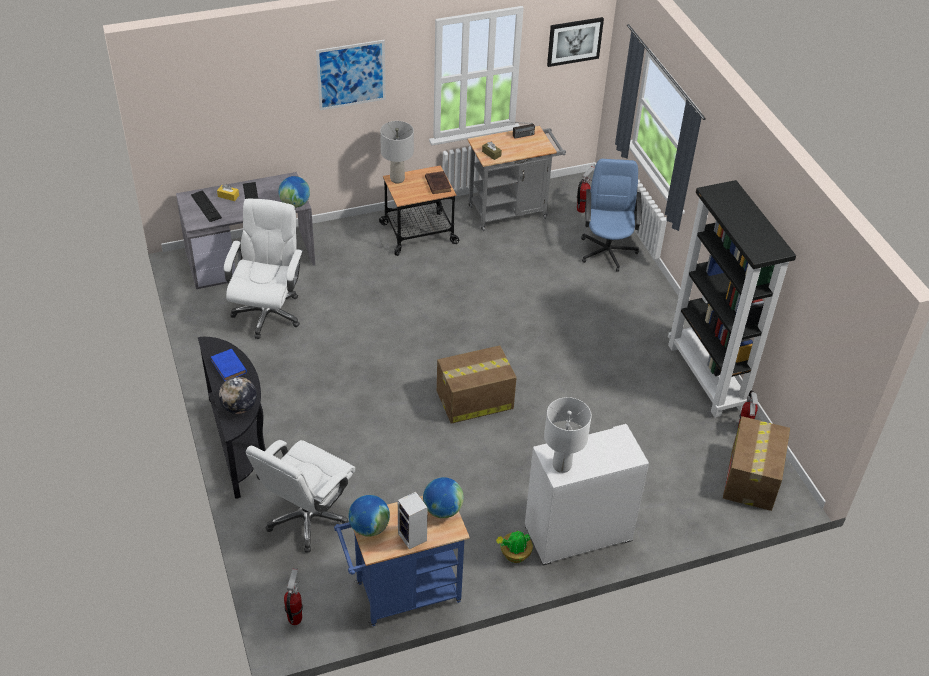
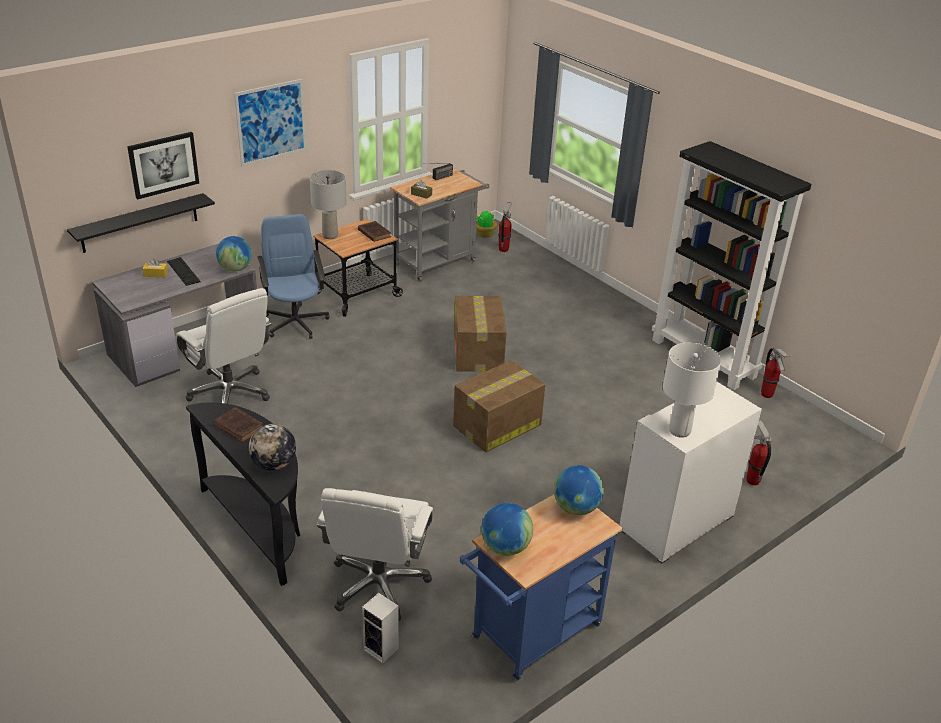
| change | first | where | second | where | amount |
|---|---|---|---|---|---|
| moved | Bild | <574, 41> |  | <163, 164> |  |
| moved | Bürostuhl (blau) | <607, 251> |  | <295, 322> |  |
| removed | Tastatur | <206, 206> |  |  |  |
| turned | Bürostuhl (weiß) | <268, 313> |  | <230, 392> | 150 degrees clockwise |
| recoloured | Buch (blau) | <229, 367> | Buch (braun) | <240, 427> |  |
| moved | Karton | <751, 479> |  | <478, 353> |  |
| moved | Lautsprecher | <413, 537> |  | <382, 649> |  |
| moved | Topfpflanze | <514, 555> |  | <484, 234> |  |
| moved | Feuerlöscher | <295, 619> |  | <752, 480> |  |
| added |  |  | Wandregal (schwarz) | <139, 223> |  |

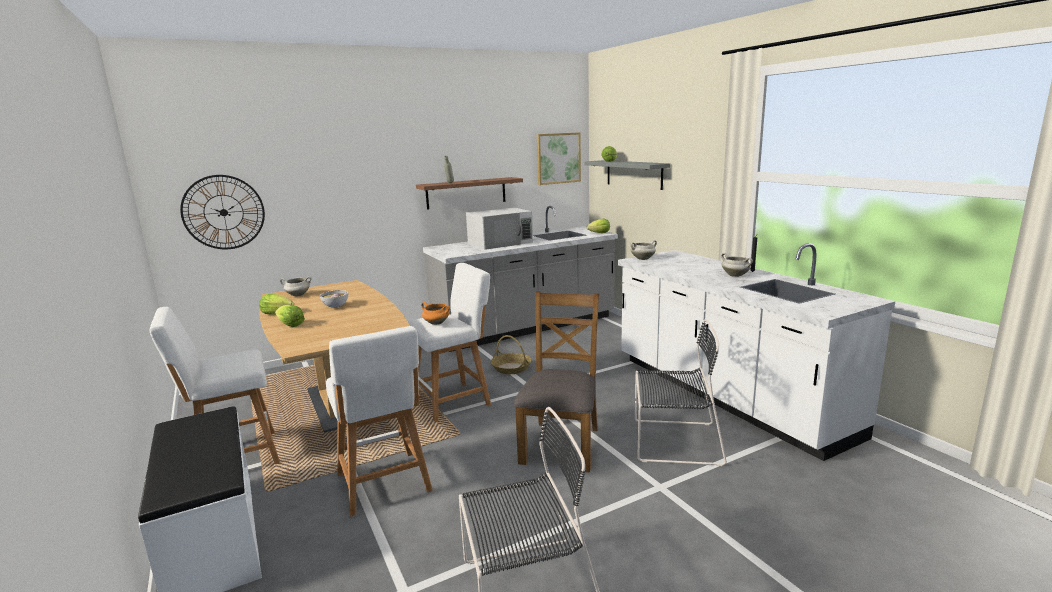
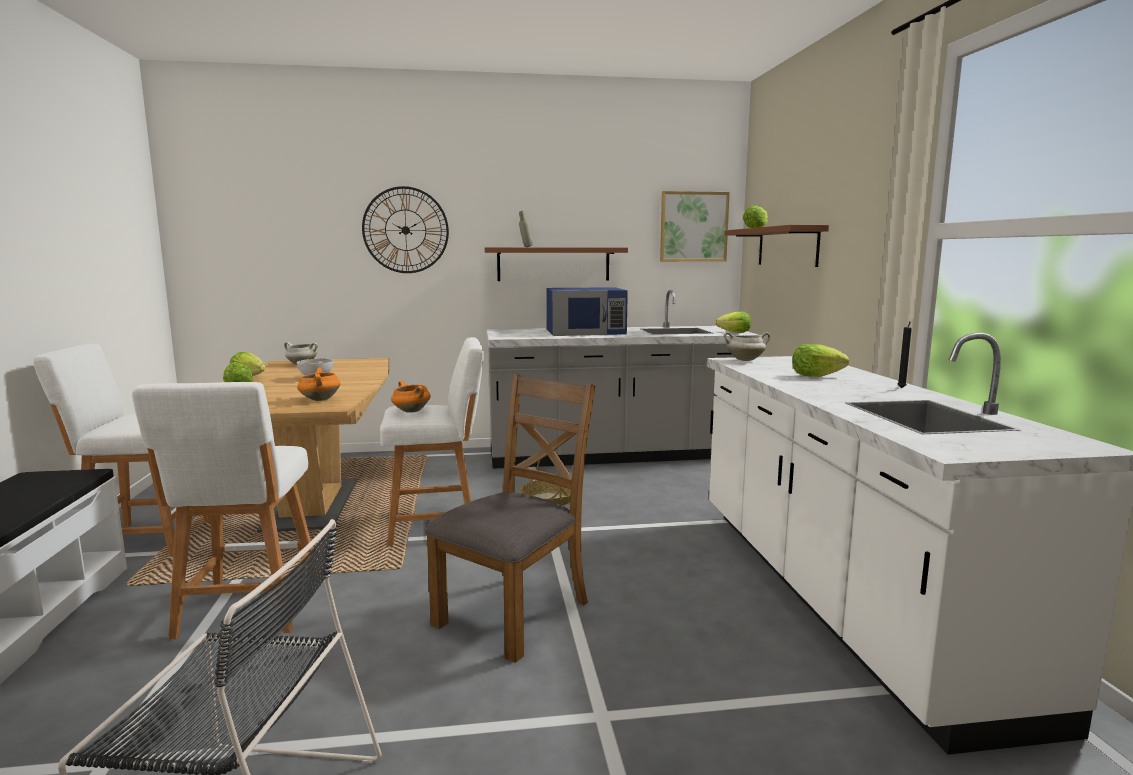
| change | first | where | second | where | amount |
|---|---|---|---|---|---|
| recoloured | Wandregal (grau) | <634, 174> | Wandregal (braun) | <787, 246> |  |
| moved | Wanduhr | <223, 212> |  | <405, 230> |  |
| recoloured | Mikrowelle (weiß) | <500, 242> | Mikrowelle (blau) | <586, 331> |  |
| removed | Kochtopf (weiß) | <736, 275> |  |  |  |
| removed | Stuhl (schwarz) | <673, 441> |  |  |  |
| added |  |  | Salatkopf | <815, 376> |  |
| added |  |  | Kochtopf (orange) | <319, 400> |  |

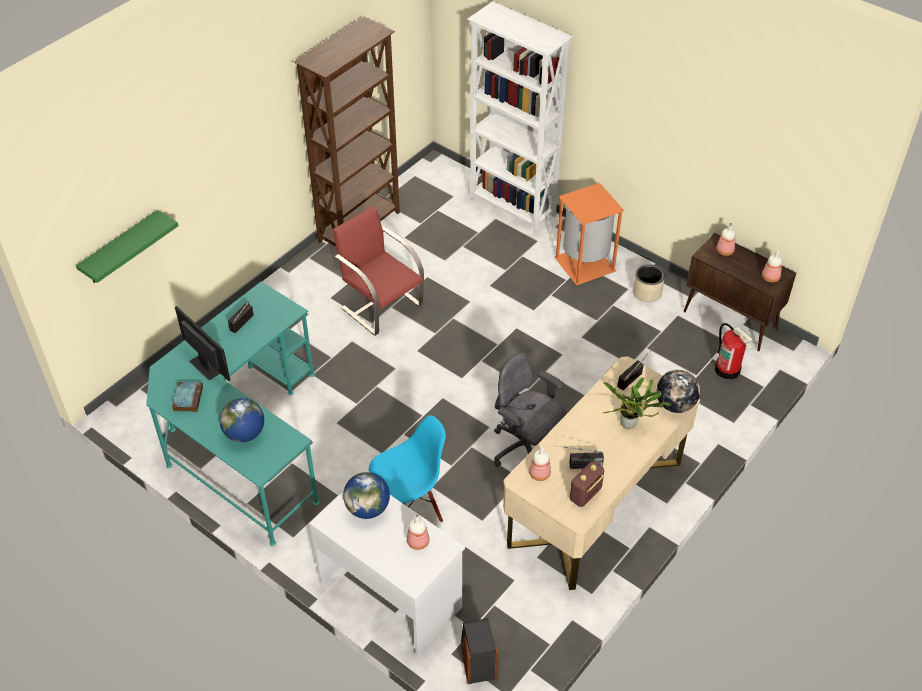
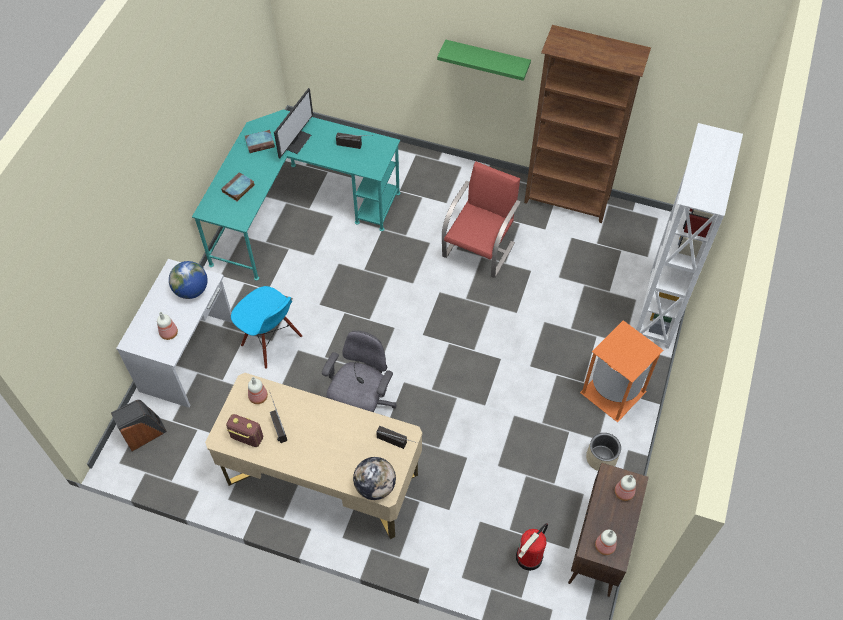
| change | first | where | second | where | amount |
|---|---|---|---|---|---|
| moved | Wandregal (grün) | <121, 248> |  | <487, 59> |  |
| removed | Topfpflanze | <630, 425> |  |  |  |
| replaced | Globus | <245, 433> | Buch | <238, 189> |  |

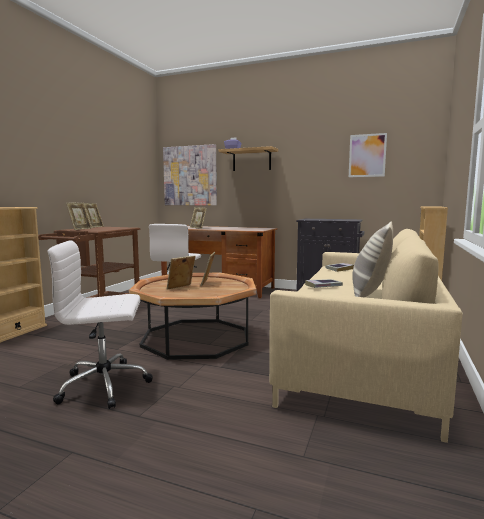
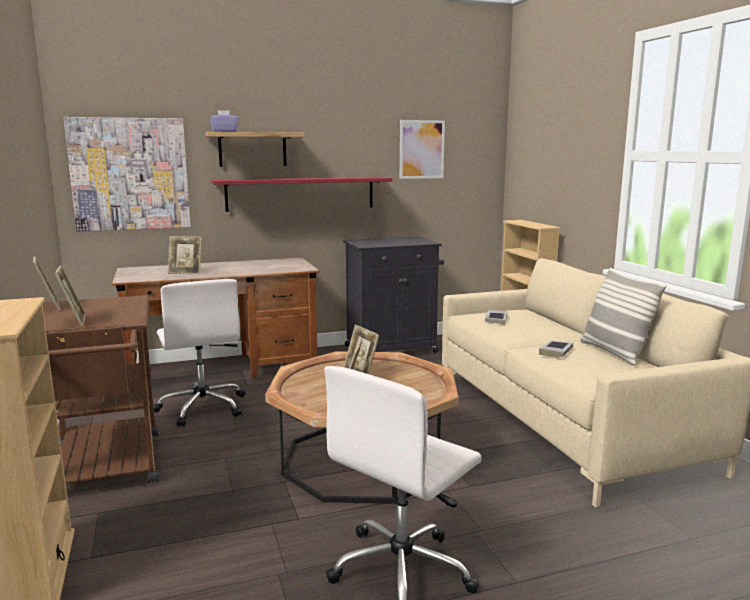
| change | first | where | second | where | amount |
|---|---|---|---|---|---|
| added |  |  | Wandregal (rot) | <301, 193> |  |

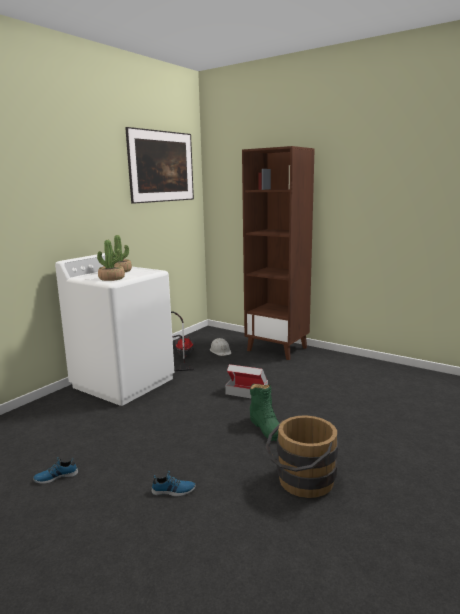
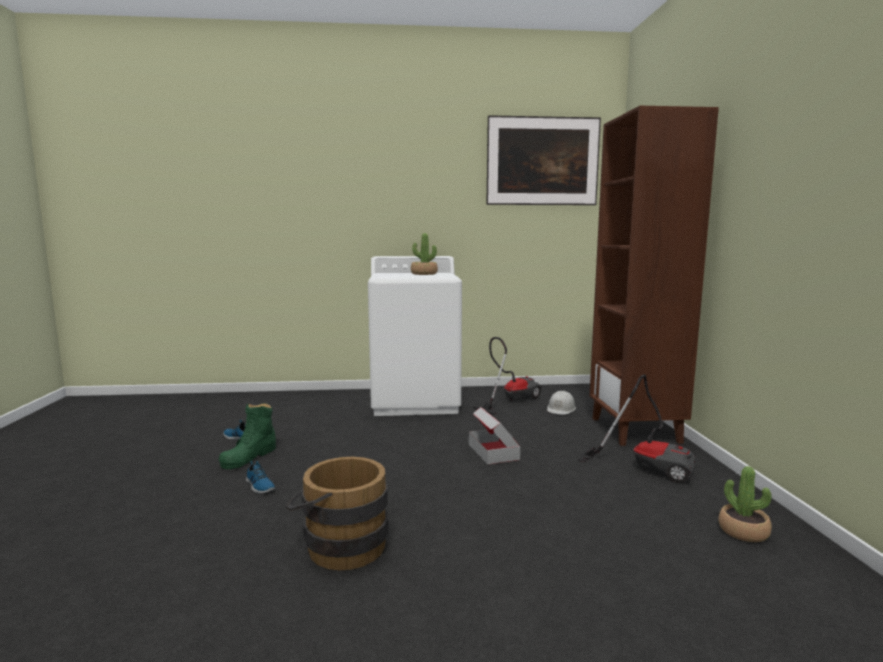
| change | first | where | second | where | amount |
|---|---|---|---|---|---|
| moved | Topfpflanze | <112, 278> |  | <743, 531> |  |
| moved | Stiefel (grün) | <267, 428> |  | <249, 457> |  |
| added |  |  | Staubsauger | <647, 467> |  |

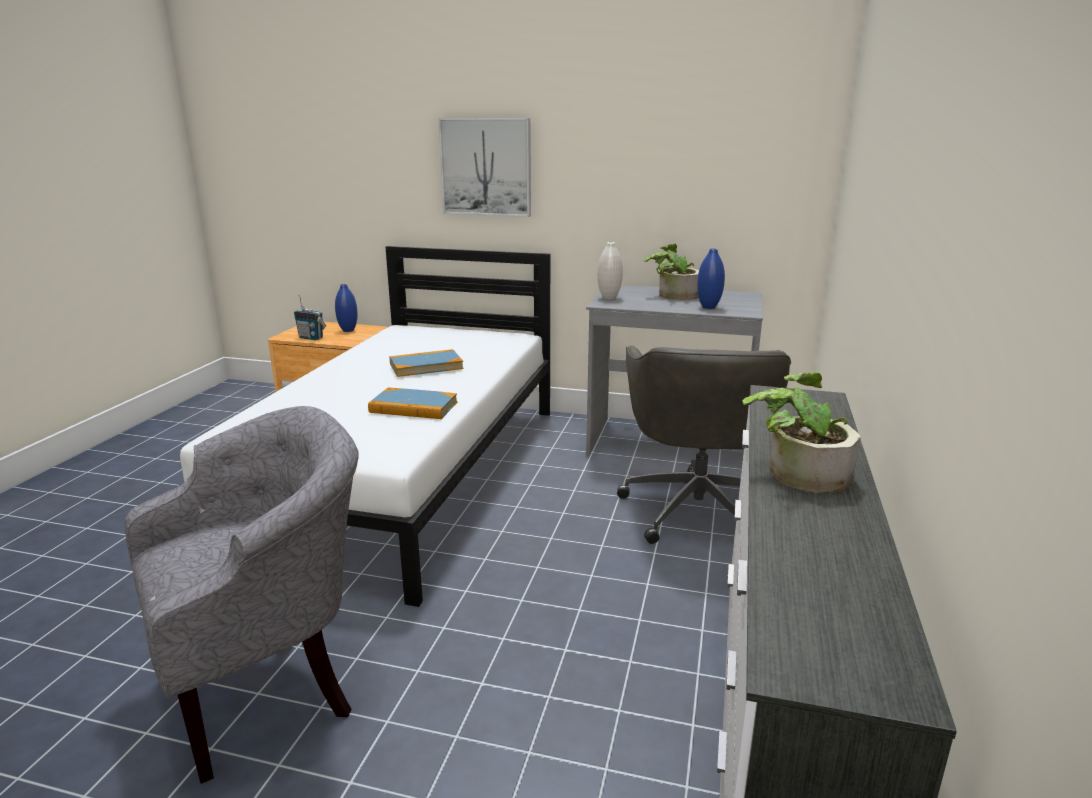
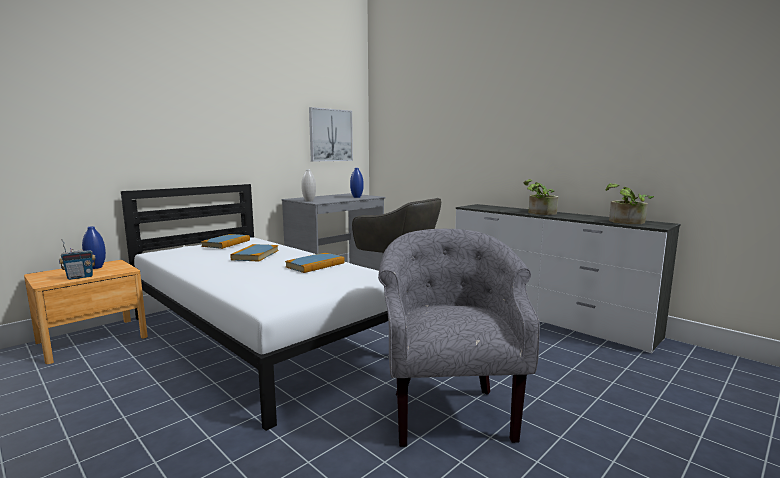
| change | first | where | second | where | amount |
|---|---|---|---|---|---|
| moved | Bild | <486, 167> |  | <330, 135> |  |
| moved | Topfpflanze | <672, 295> |  | <625, 222> |  |
| added |  |  | Buch | <226, 243> |  |

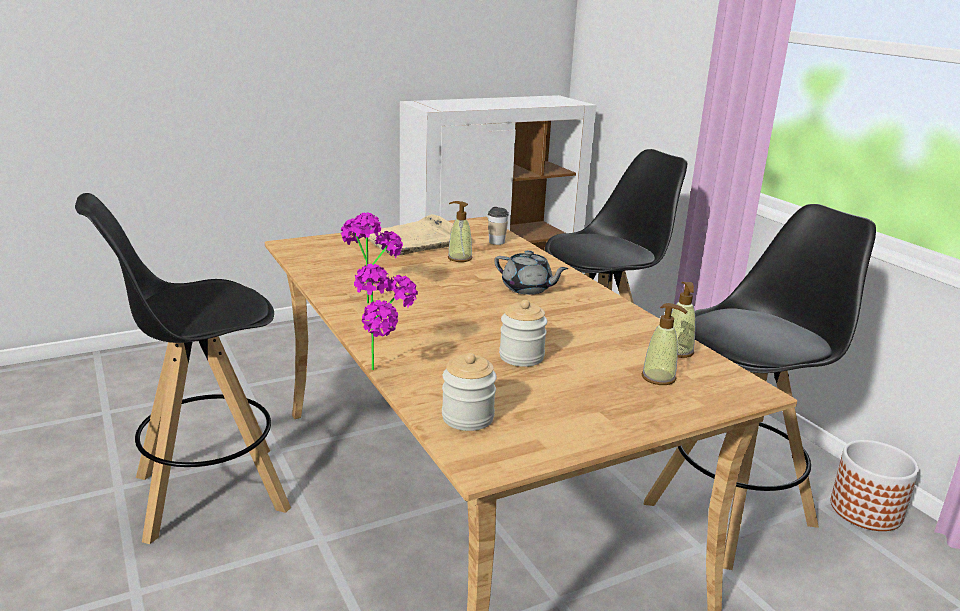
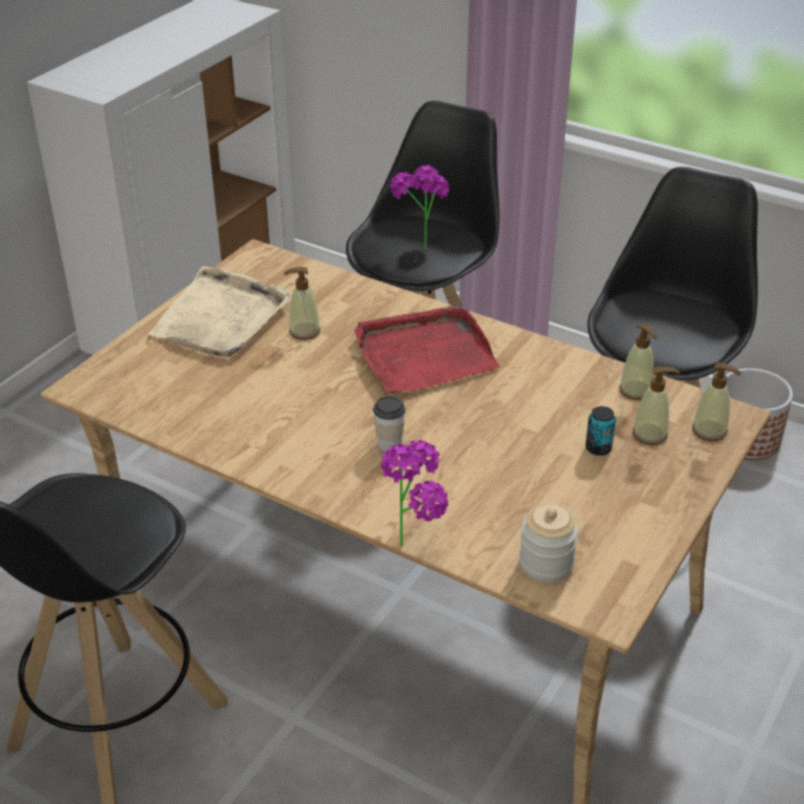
| change | first | where | second | where | amount |
|---|---|---|---|---|---|
| moved | Tasse | <496, 242> |  | <389, 444> |  |
| moved | Topfpflanze | <369, 298> |  | <419, 243> |  |
| replaced | Teekanne (grau) | <527, 289> | Tablett (rot) | <424, 355> |  |
| removed | Vorratsglas | <521, 357> |  |  |  |
| added |  |  | Seifenspender | <709, 431> |  |
| added |  |  | Dose | <598, 448> |  |

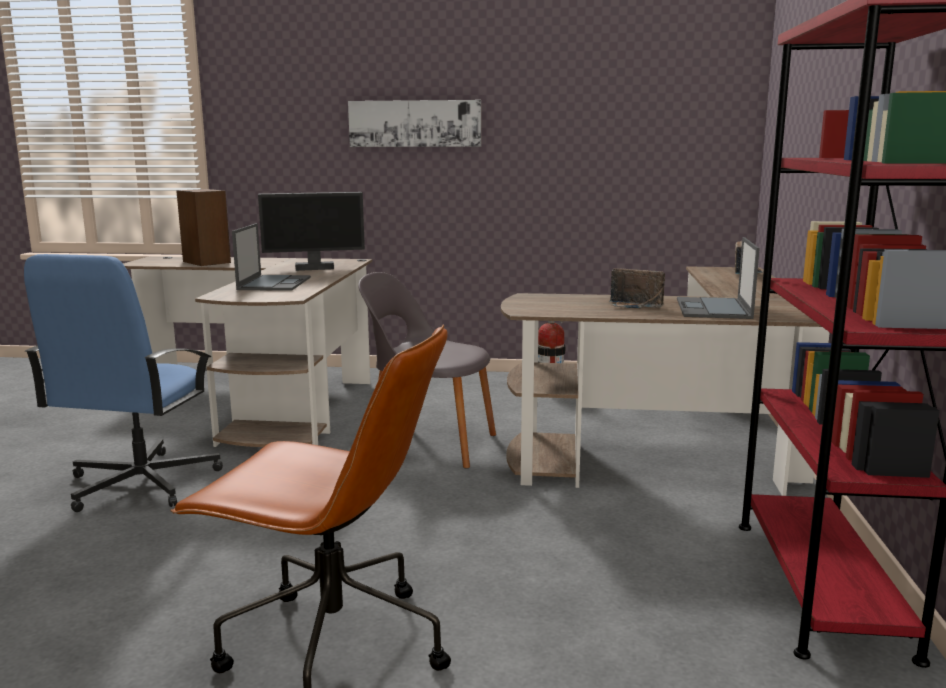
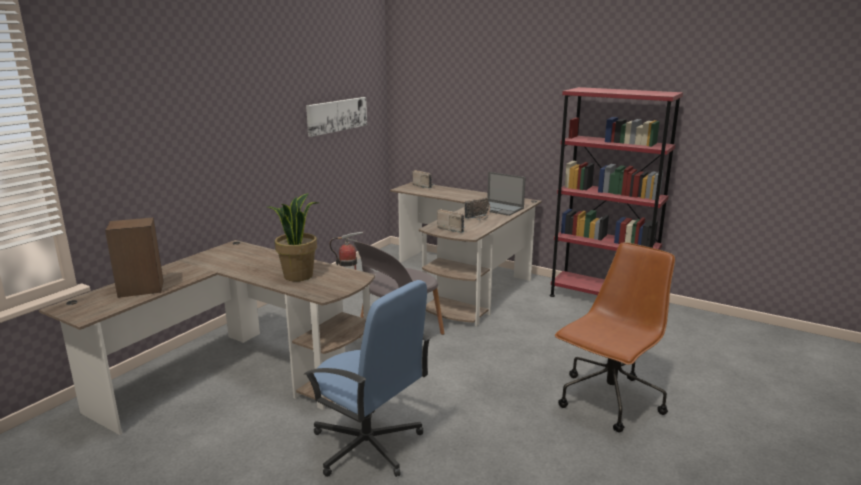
| change | first | where | second | where | amount |
|---|---|---|---|---|---|
| moved | Bild | <415, 123> |  | <337, 115> |  |
| removed | Monitor | <314, 268> |  |  |  |
| replaced | Laptop | <274, 283> | Topfpflanze | <298, 275> |  |
| added |  |  | Radio | <452, 229> |  |

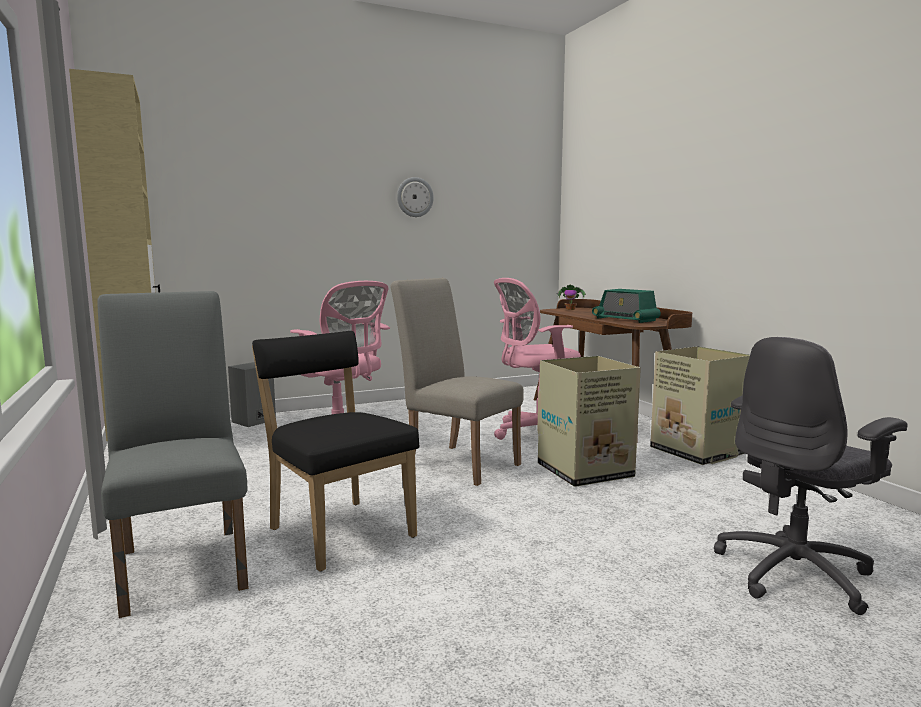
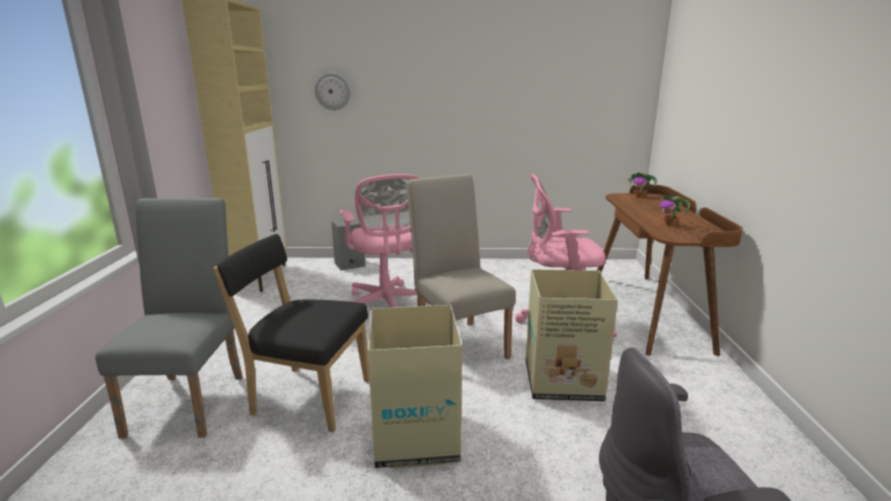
| change | first | where | second | where | amount |
|---|---|---|---|---|---|
| moved | Wanduhr | <414, 197> |  | <333, 91> |  |
| replaced | Radio | <625, 319> | Topfpflanze | <670, 224> |  |
| turned | Stuhl (schwarz) | <338, 530> |  | <307, 396> | 60 degrees counterclockwise |
| moved | Karton | <697, 452> |  | <415, 438> |  |

